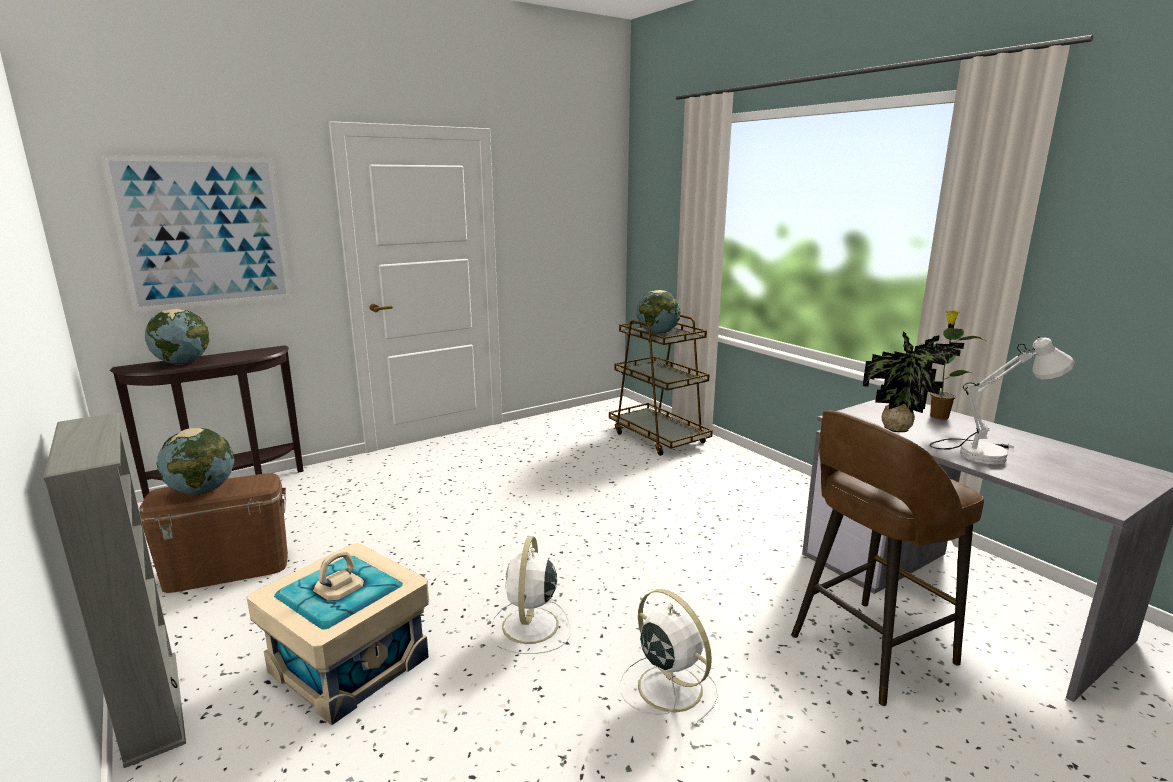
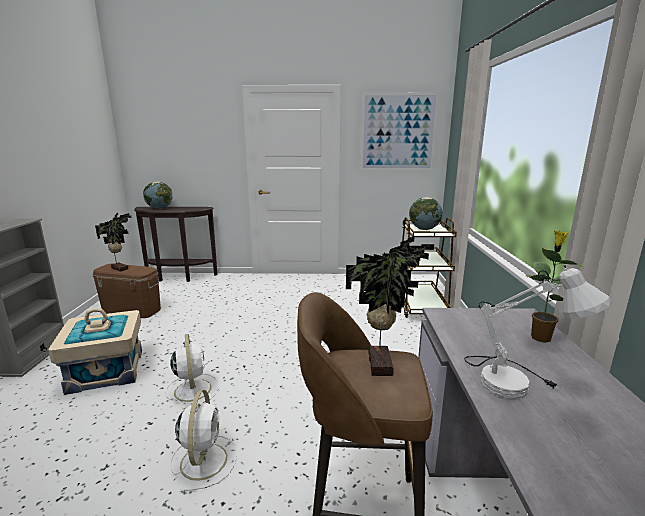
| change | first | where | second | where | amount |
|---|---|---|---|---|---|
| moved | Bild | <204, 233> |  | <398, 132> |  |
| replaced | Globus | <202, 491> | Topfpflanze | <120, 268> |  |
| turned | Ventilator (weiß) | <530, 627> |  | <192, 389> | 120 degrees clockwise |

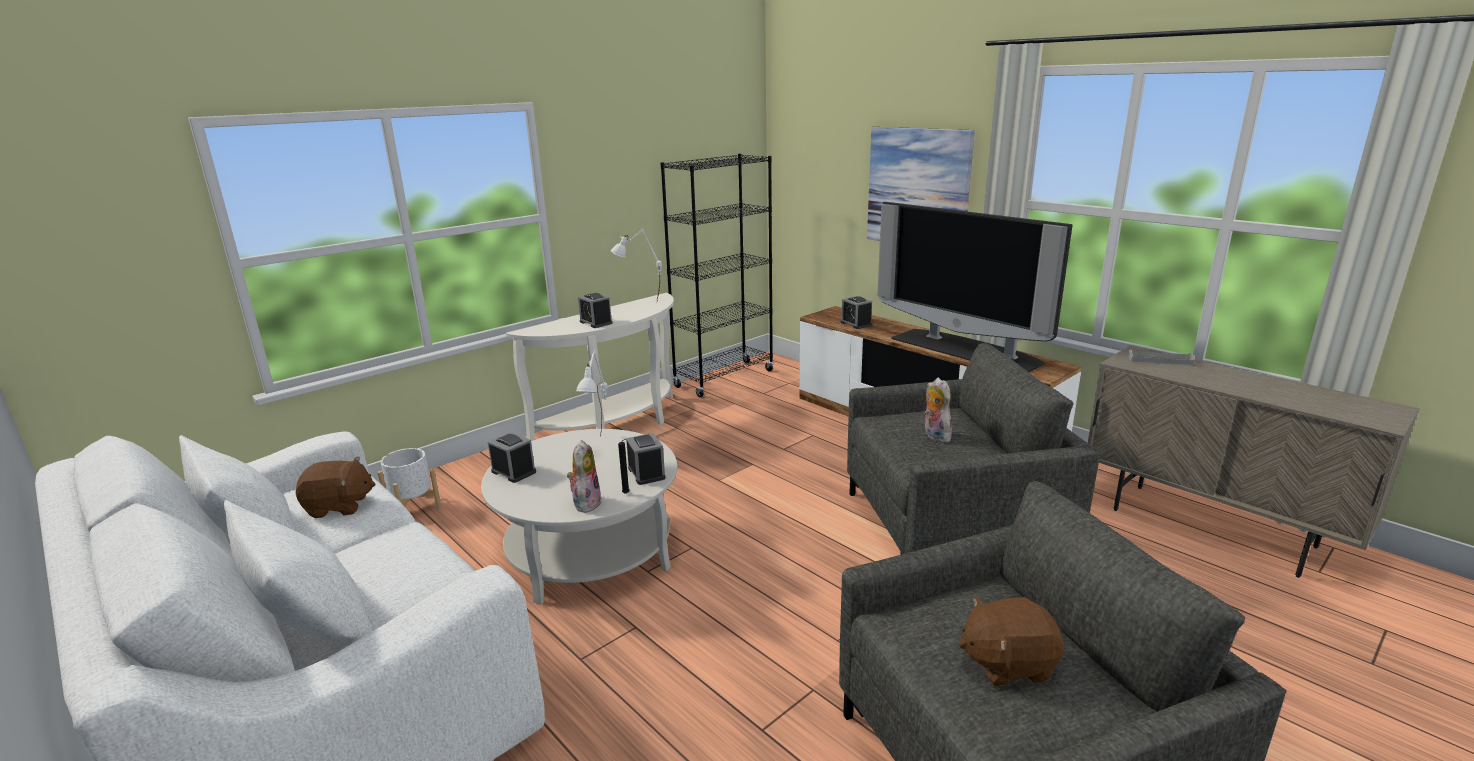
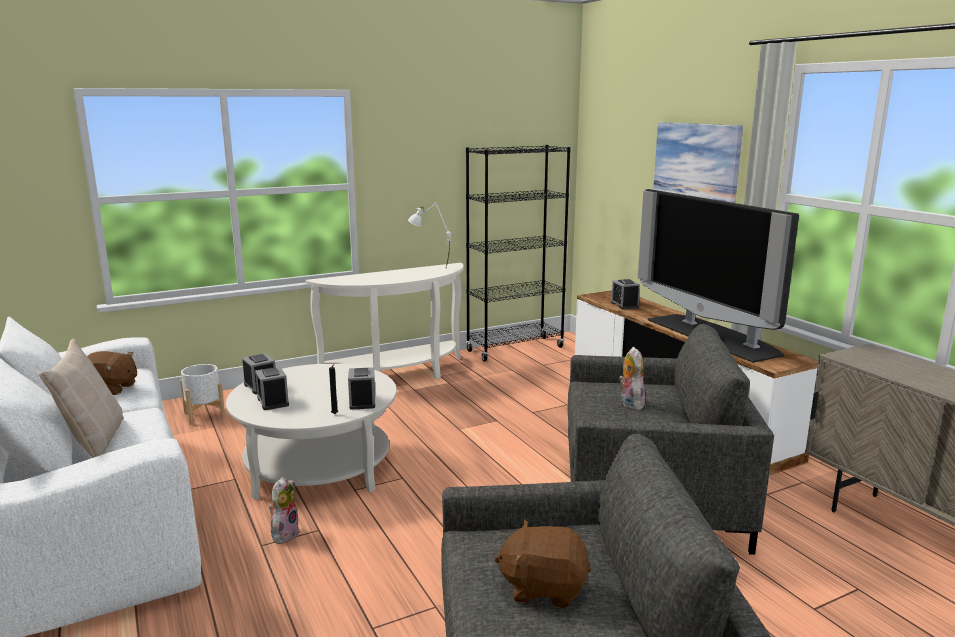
| change | first | where | second | where | amount |
|---|---|---|---|---|---|
| moved | Wecker | <596, 322> |  | <273, 402> |  |
| removed | Tischlampe (weiß) | <601, 446> |  |  |  |
| removed | Tablett (grau) | <1159, 360> |  |  |  |
| moved | Plüschtier | <586, 503> |  | <284, 534> |  |
| added |  |  | Kissen (beige) | <93, 441> |  |

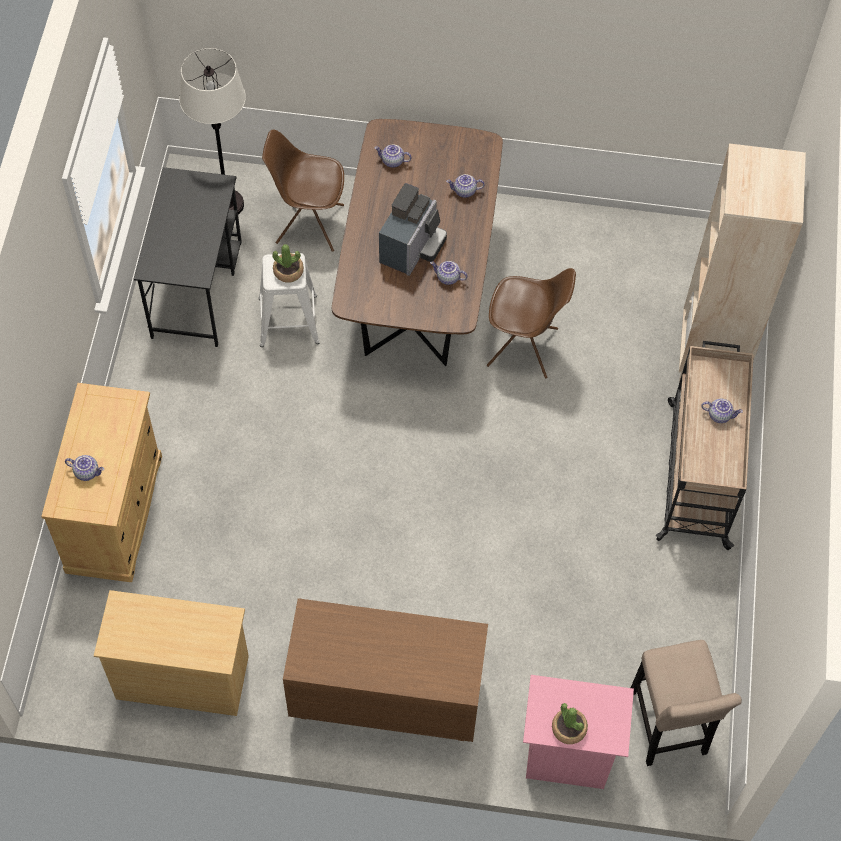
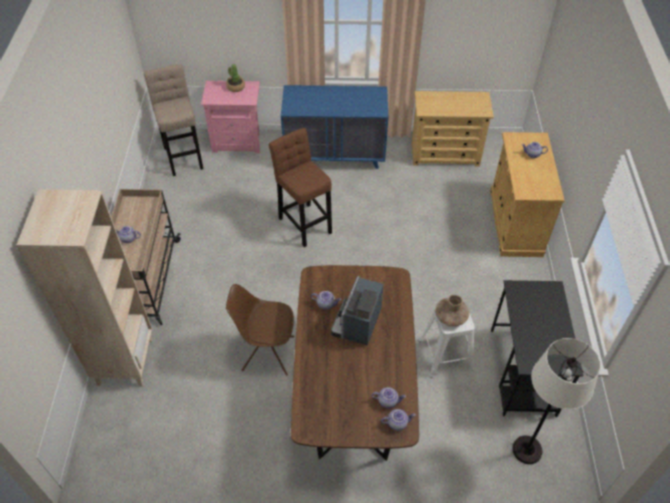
| change | first | where | second | where | amount |
|---|---|---|---|---|---|
| removed | Stuhl (braun) | <308, 223> |  |  |  |
| moved | Teekanne | <464, 191> |  | <397, 422> |  |
| replaced | Topfpflanze | <288, 271> | Vase (braun) | <451, 317> |  |
| recoloured | Kommode (braun) | <385, 698> | Kommode (blau) | <335, 155> |  |
| added |  |  | Hocker (braun) | <304, 223> |  |

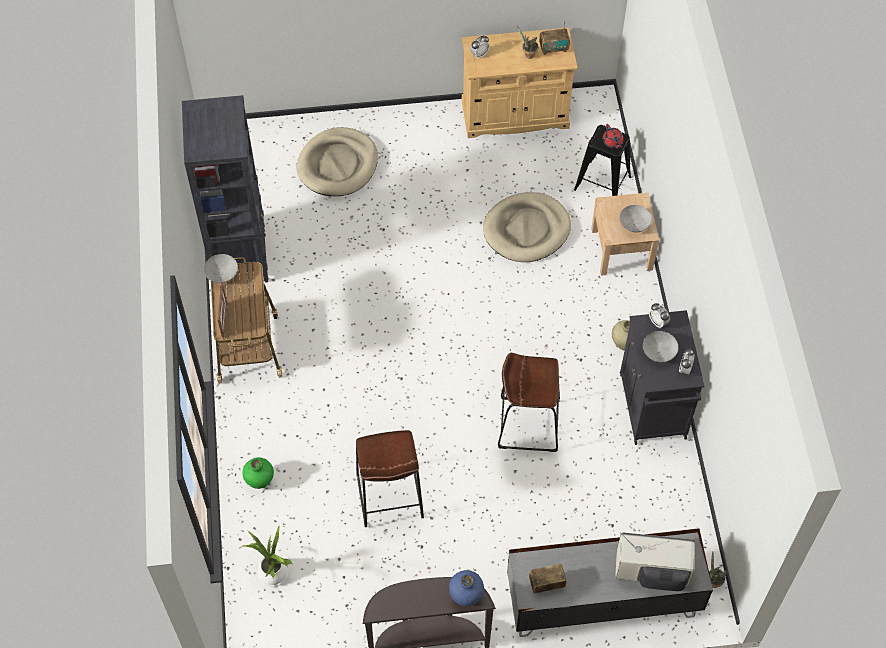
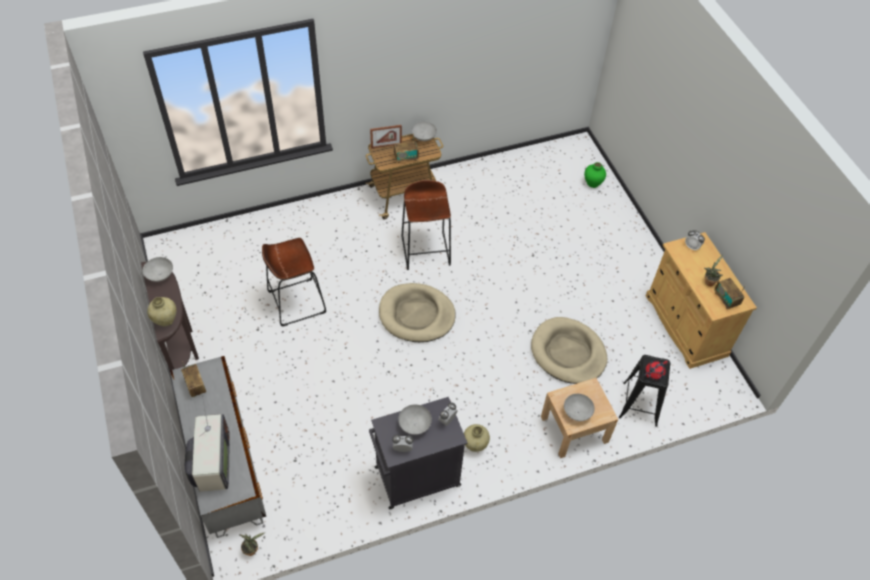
| change | first | where | second | where | amount |
|---|---|---|---|---|---|
| removed | Bücherregal (schwarz) | <240, 256> |  |  |  |
| moved | Hundebett (beige) | <338, 165> |  | <416, 315> |  |
| moved | Hocker (braun) | <528, 424> |  | <426, 250> |  |
| moved | Vase (grün) | <260, 481> |  | <592, 183> |  |
| removed | Topfpflanze | <274, 575> |  |  |  |
| recoloured | Vase (blau) | <466, 596> | Vase (beige) | <165, 320> |  |
| added |  |  | Radio | <406, 158> |  |
| added |  |  | Schüssel (grau) | <160, 275> |  |

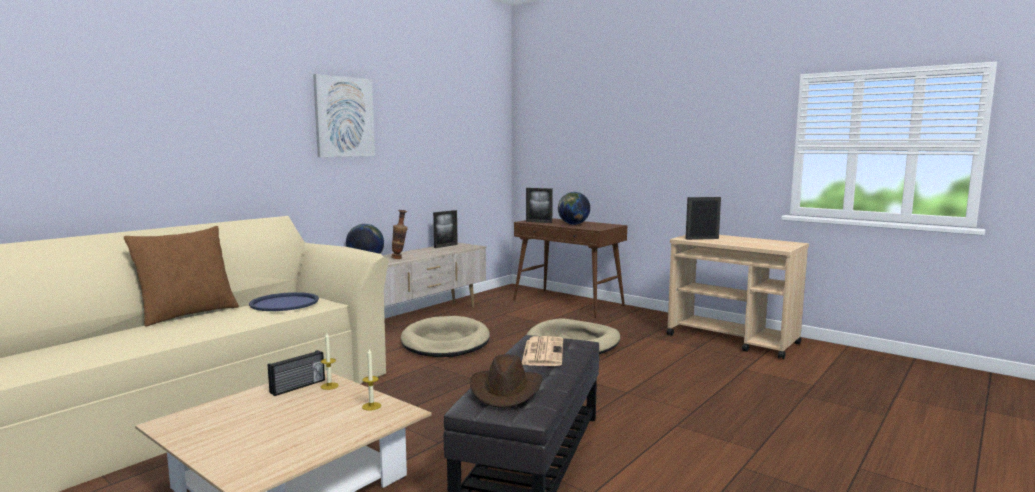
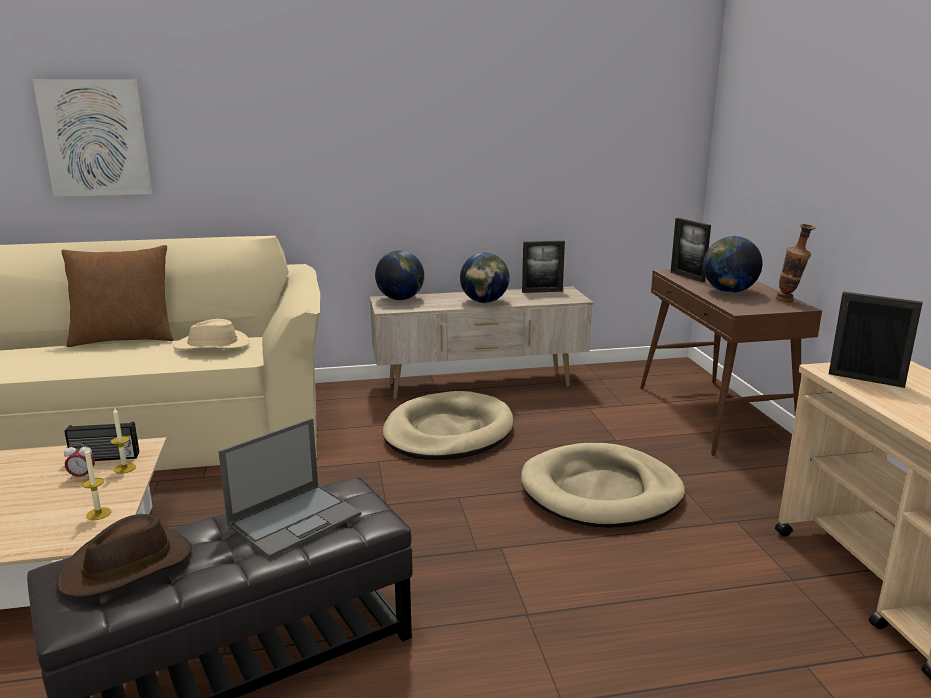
| change | first | where | second | where | amount |
|---|---|---|---|---|---|
| moved | Bild | <344, 117> |  | <95, 138> |  |
| moved | Vase | <400, 258> |  | <789, 302> |  |
| replaced | Tablett (blau) | <284, 303> | Hut (beige) | <212, 346> |  |
| replaced | Zeitung | <542, 352> | Laptop | <295, 519> |  |
| added |  |  | Globus | <484, 302> |  |
| added |  |  | Wecker | <82, 476> |  |

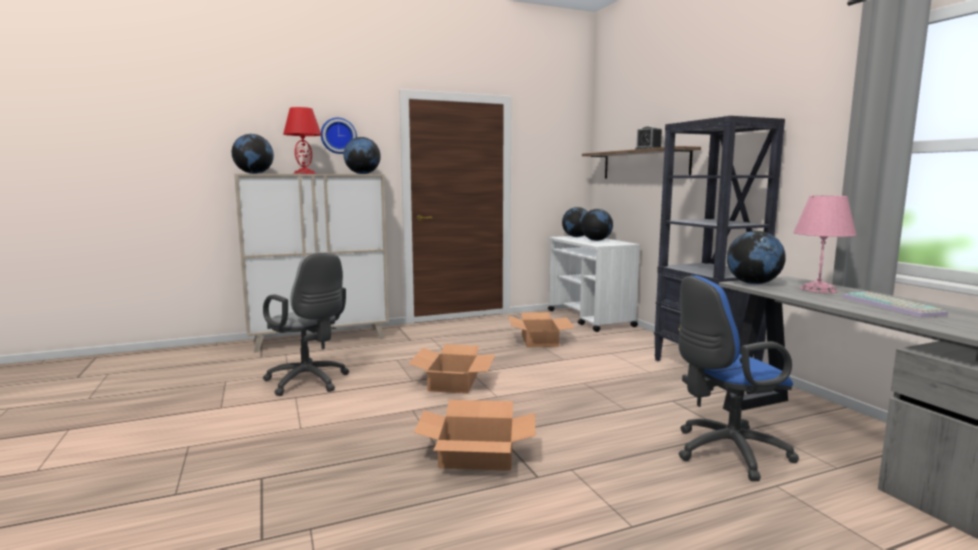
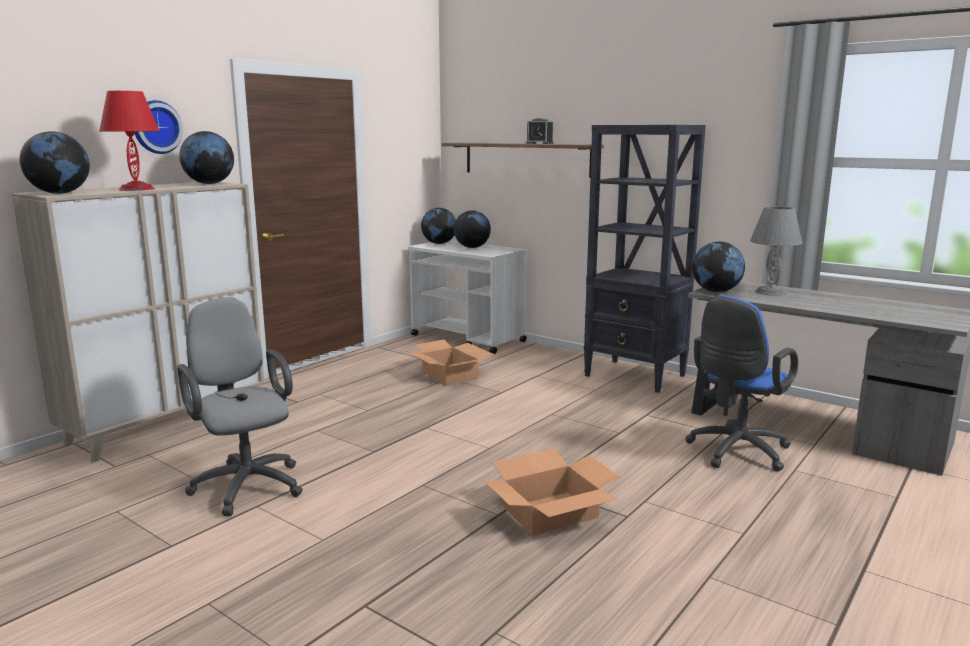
| change | first | where | second | where | amount |
|---|---|---|---|---|---|
| recoloured | Tischlampe (rosa) | <818, 289> | Tischlampe (grau) | <771, 292> |  |
| turned | Bürostuhl (grau) | <309, 382> |  | <246, 484> | 135 degrees counterclockwise |
| removed | Tastatur | <893, 306> |  |  |  |
| removed | Karton | <453, 382> |  |  |  |

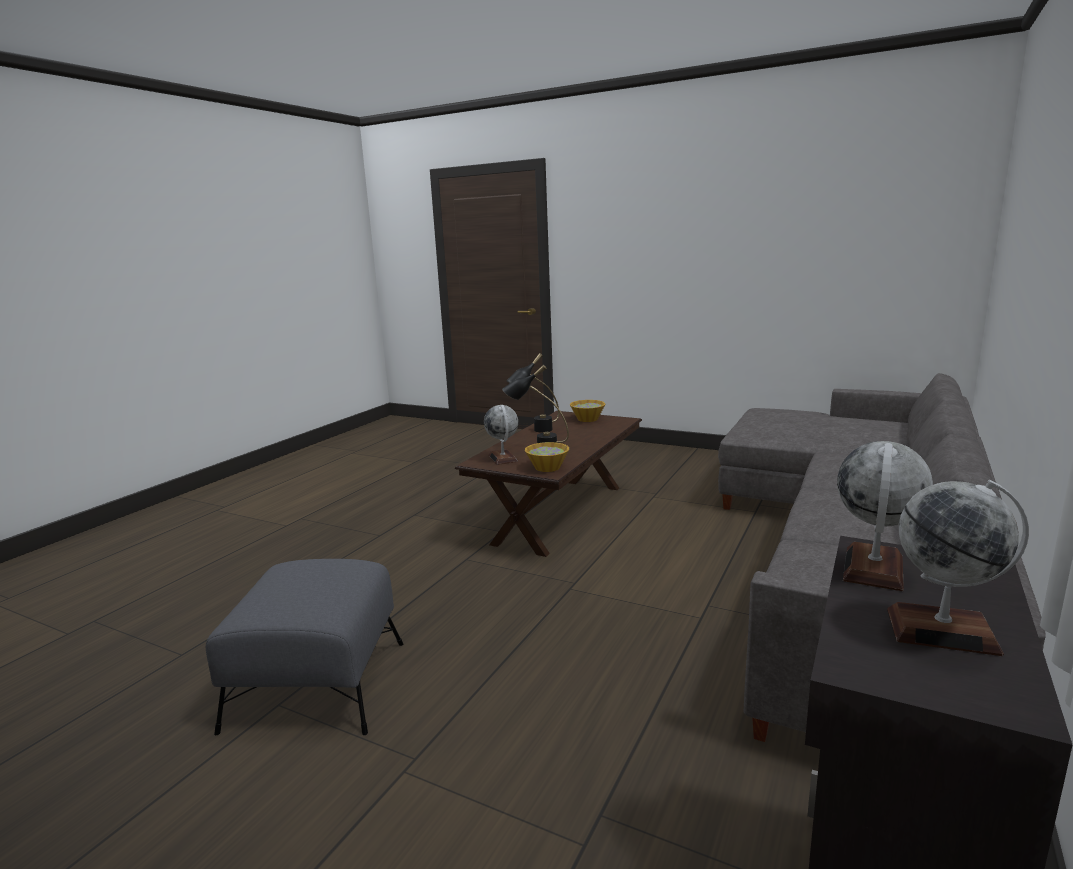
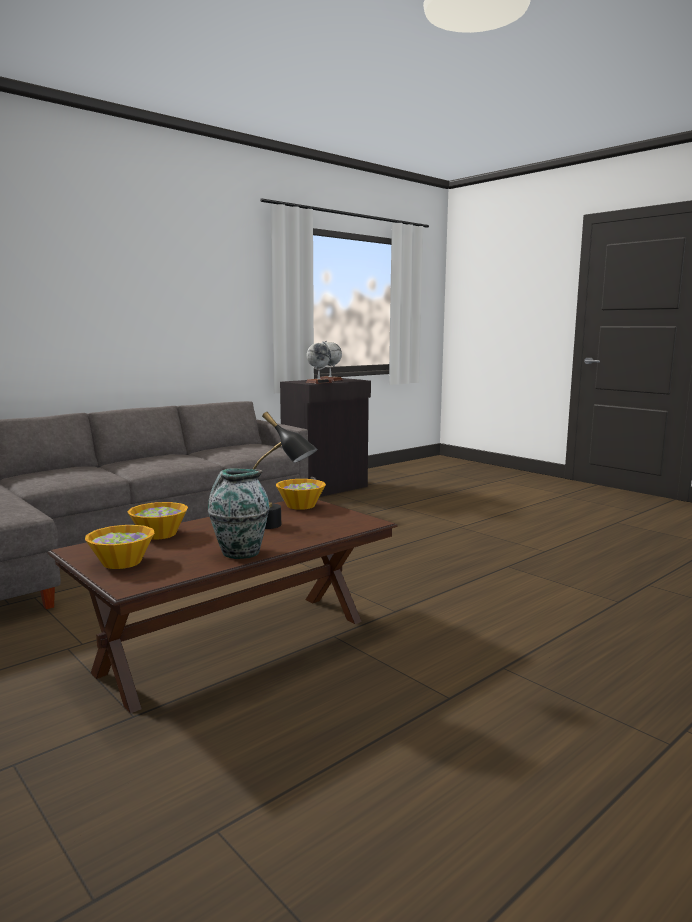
| change | first | where | second | where | amount |
|---|---|---|---|---|---|
| replaced | Tischlampe (schwarz) | <535, 431> | Vase | <239, 553> |  |
| removed | Globus | <503, 458> |  |  |  |
| removed | Polsterhocker (grau) | <319, 684> |  |  |  |
| added |  |  | Schüssel | <159, 534> |  |

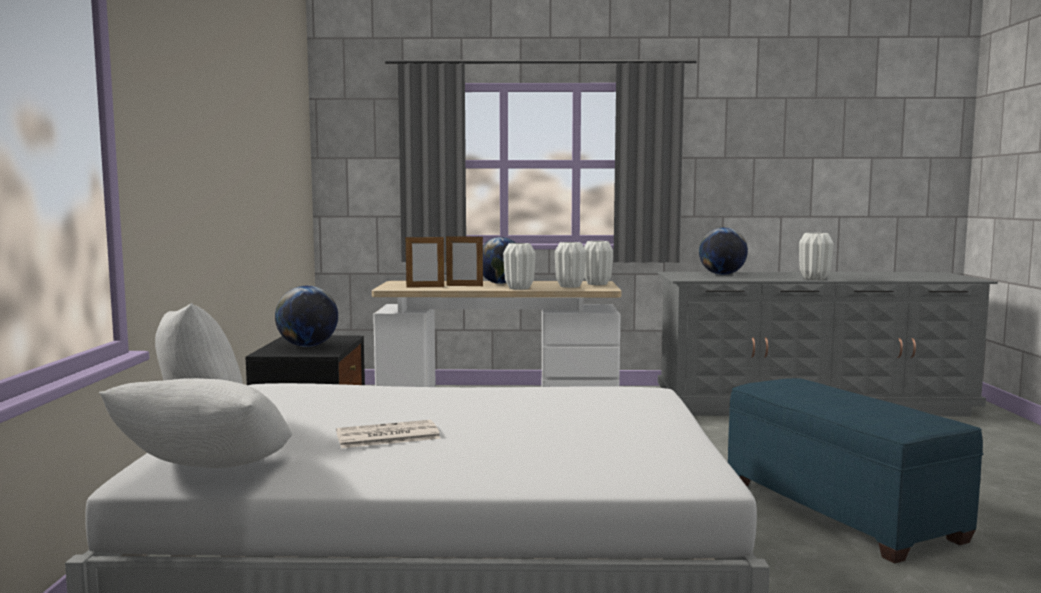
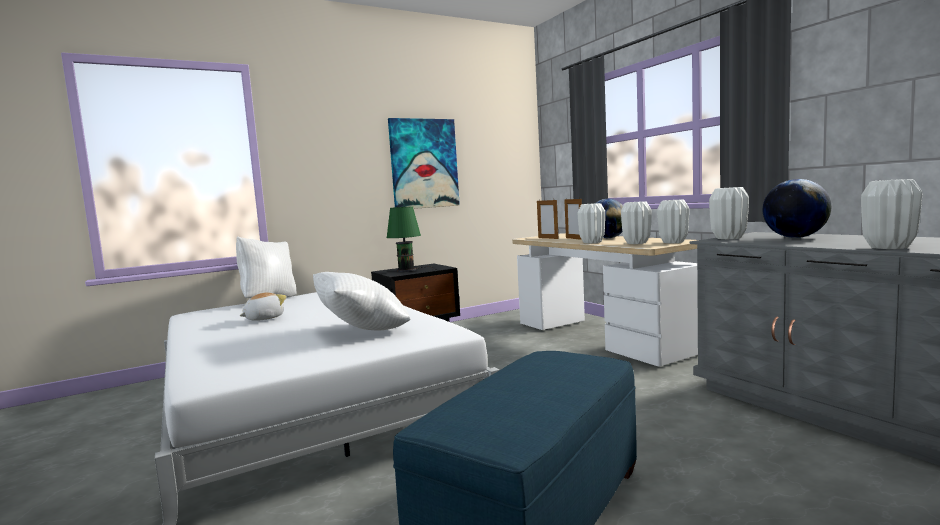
| change | first | where | second | where | amount |
|---|---|---|---|---|---|
| replaced | Globus | <308, 346> | Tischlampe (grün) | <409, 270> |  |
| moved | Kissen (weiß) | <206, 474> |  | <362, 331> |  |
| replaced | Zeitung | <386, 436> | Plüschtier | <263, 318> |  |
| added |  |  | Bild | <424, 163> |  |
| added |  |  | Vase (weiß) | <729, 238> |  |

